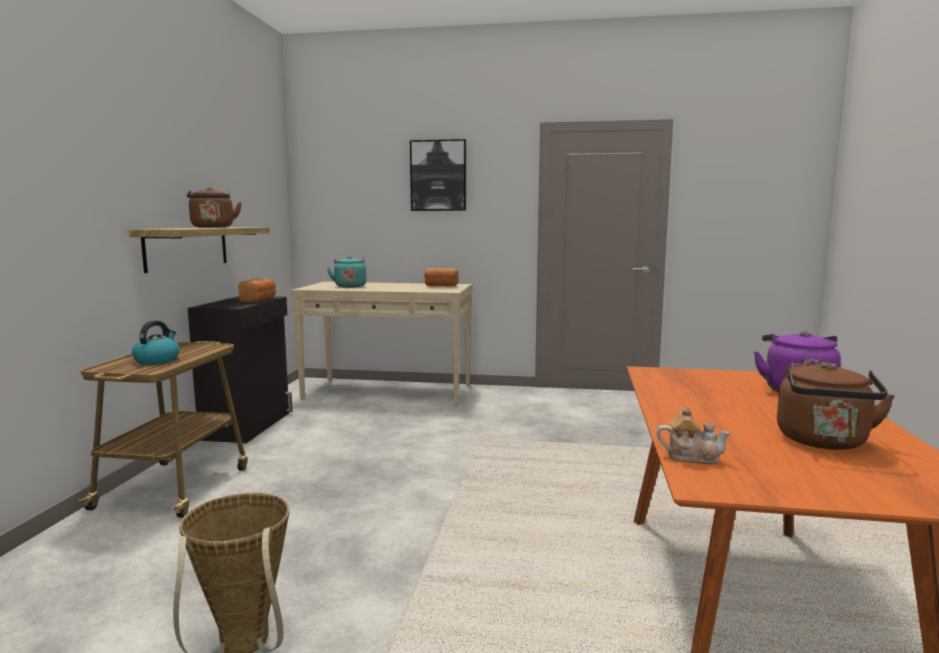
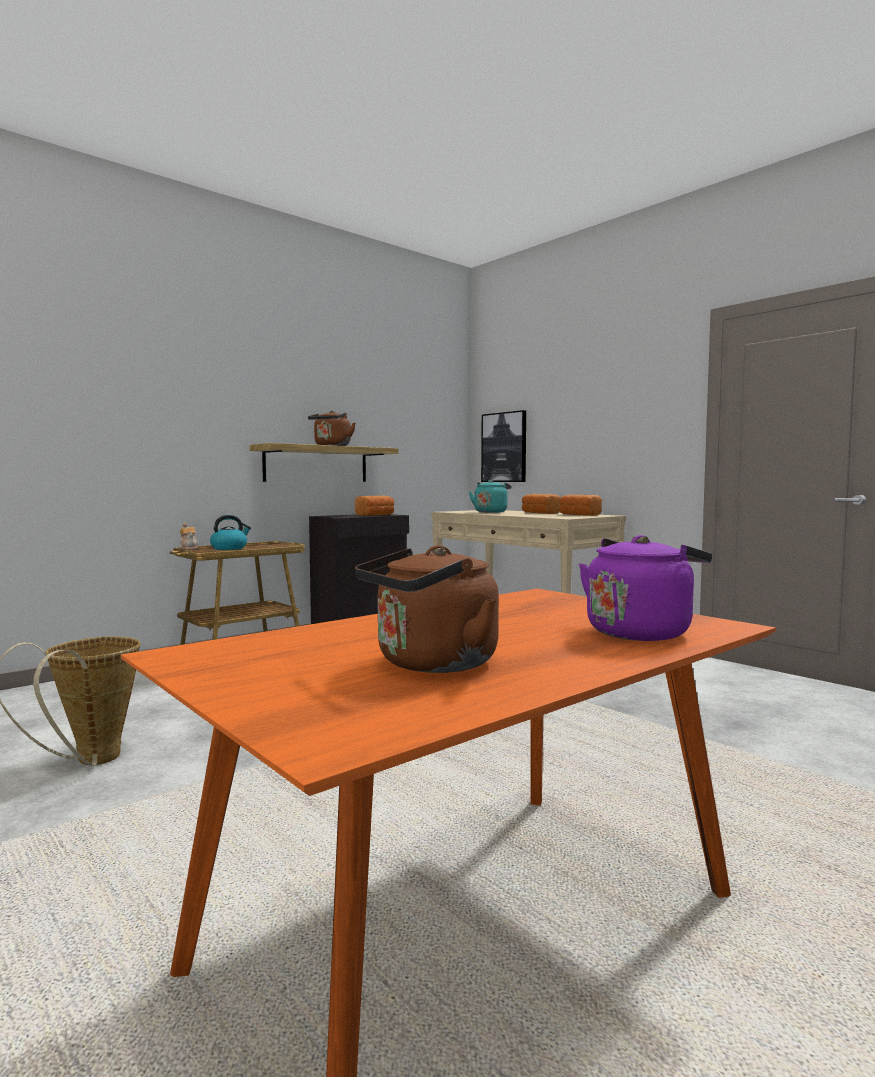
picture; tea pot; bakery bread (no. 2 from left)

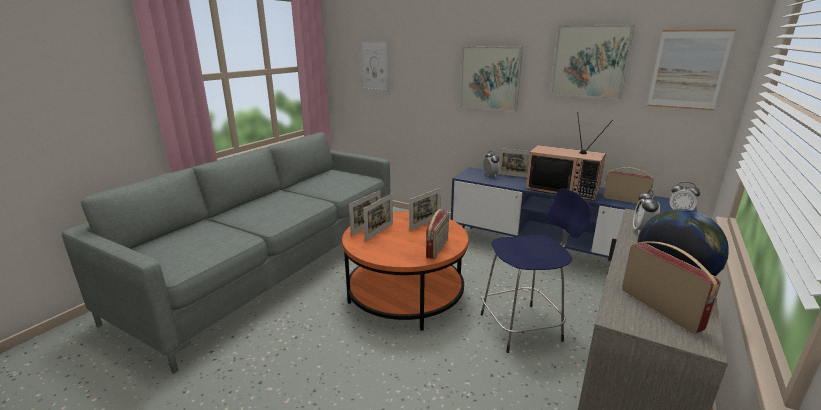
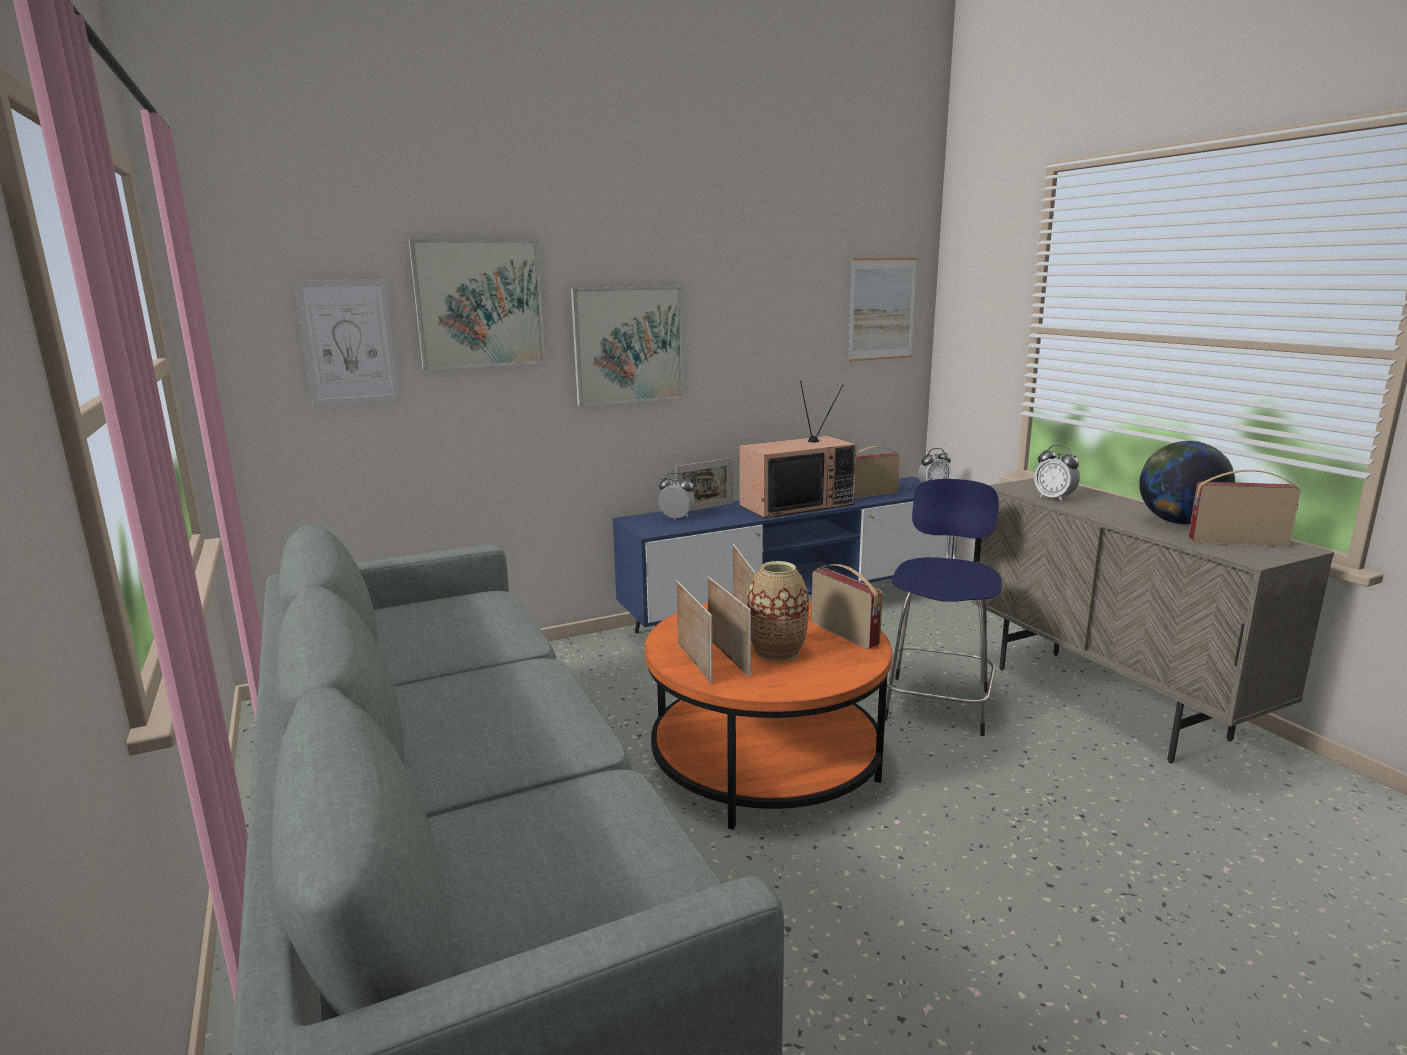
picture (no. 2 from left); decorative vase

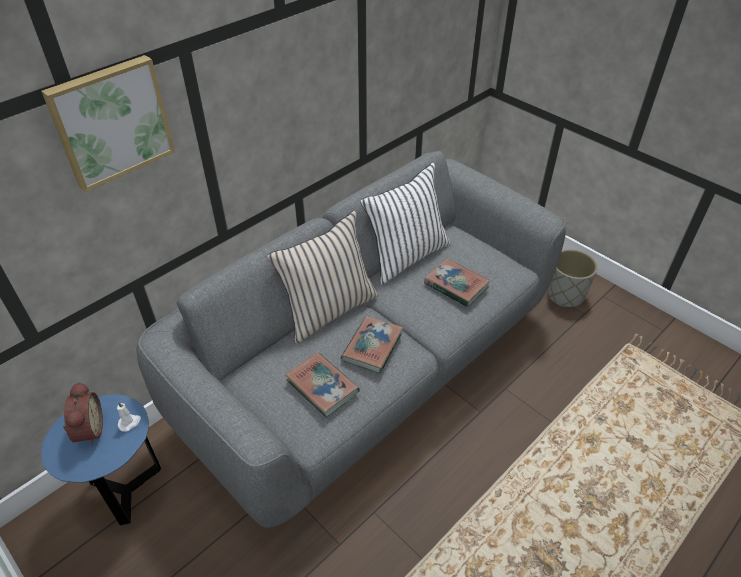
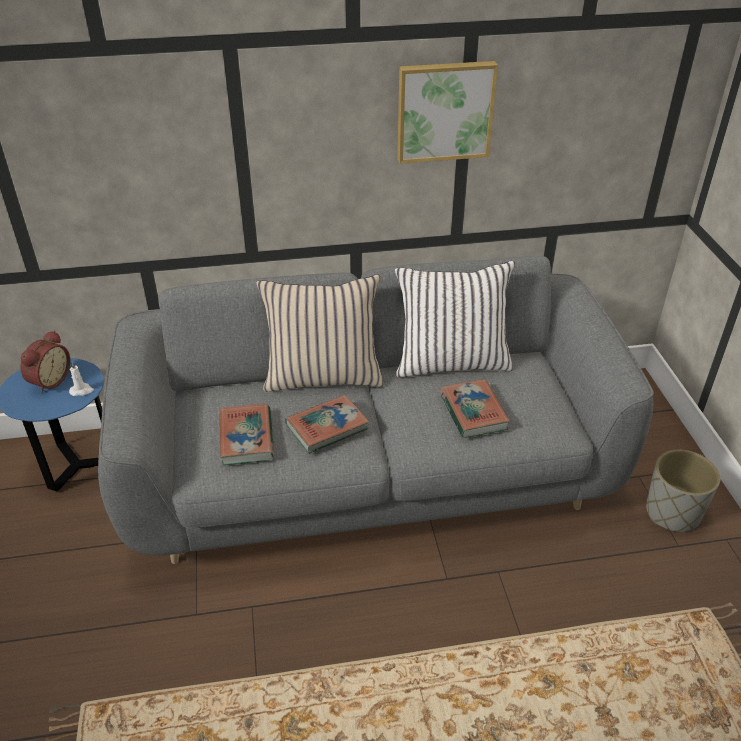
picture

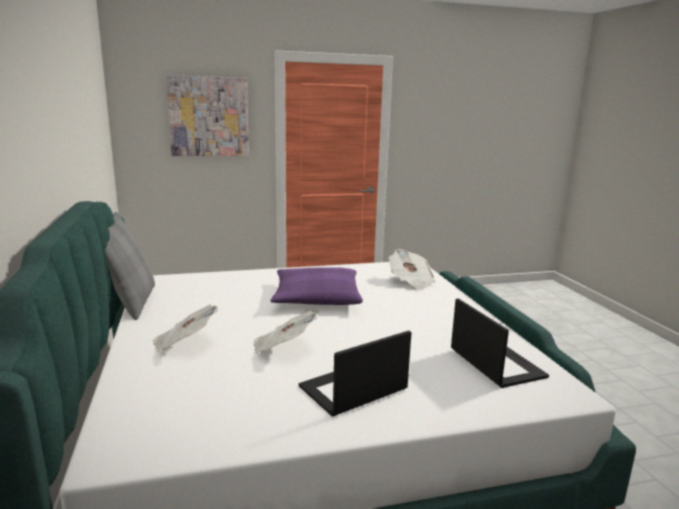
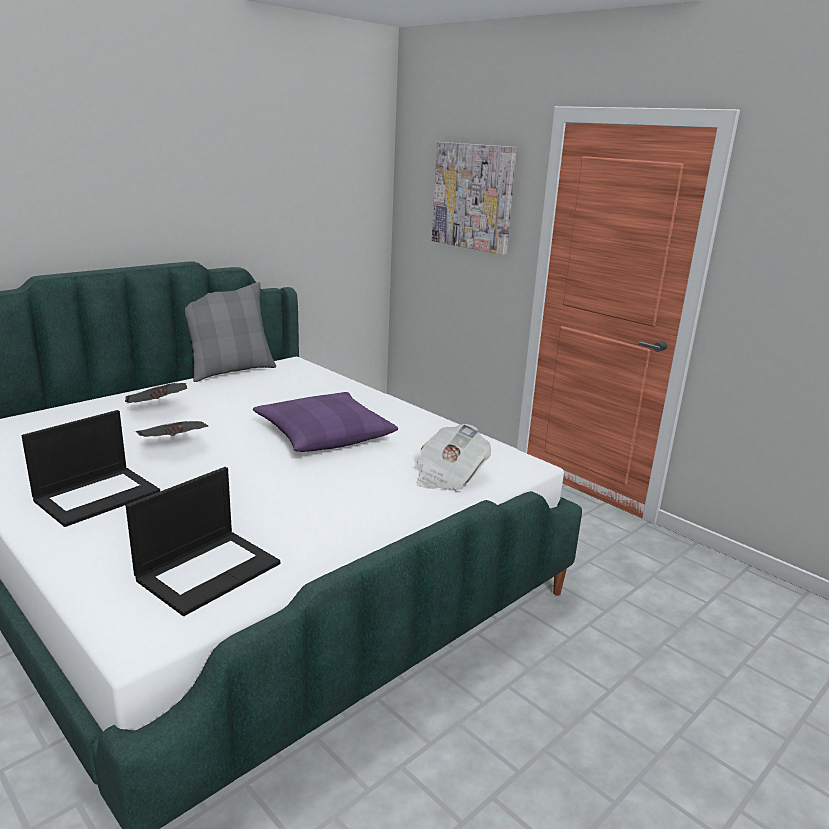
portable computer (no. 1 from left)

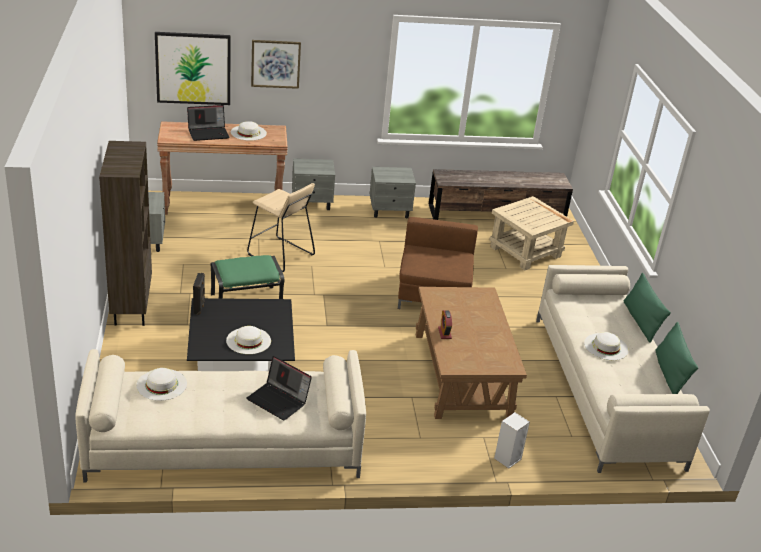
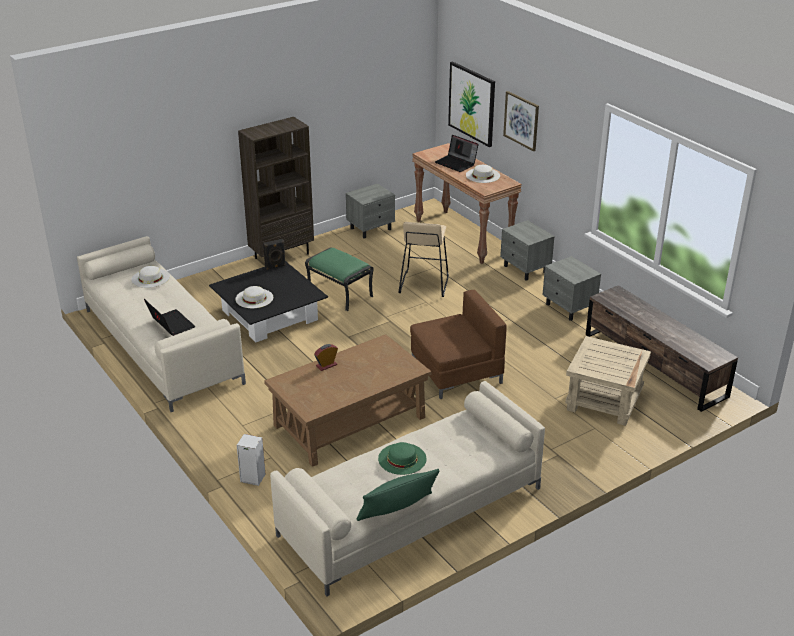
portable computer (no. 1 from left); clothing hat in green-coloured; throw pillow in green-coloured (no. 1 from left in the first image)

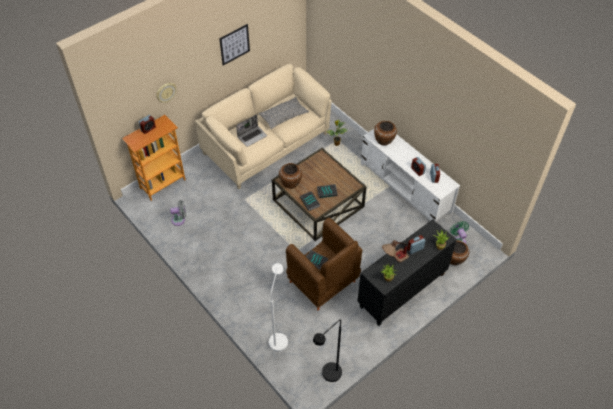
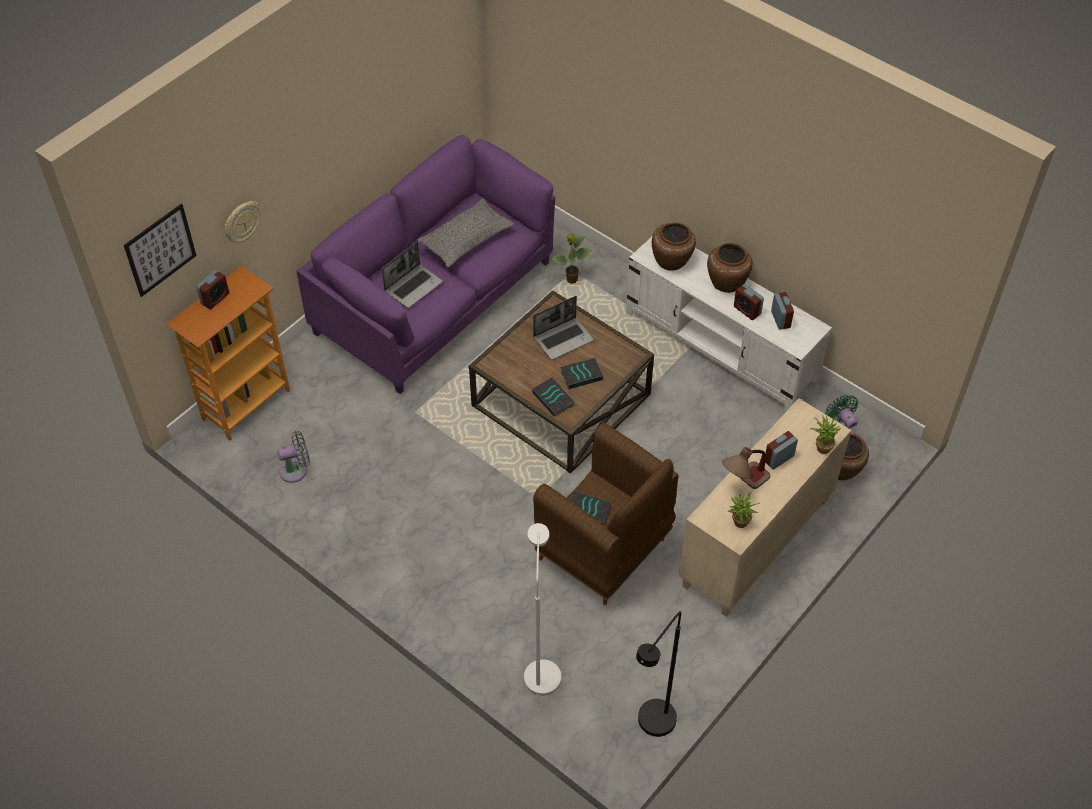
sofa in purple; picture; decorative vase in brown (no. 2 from left); cabinet in beige; portable computer (no. 2 from left)

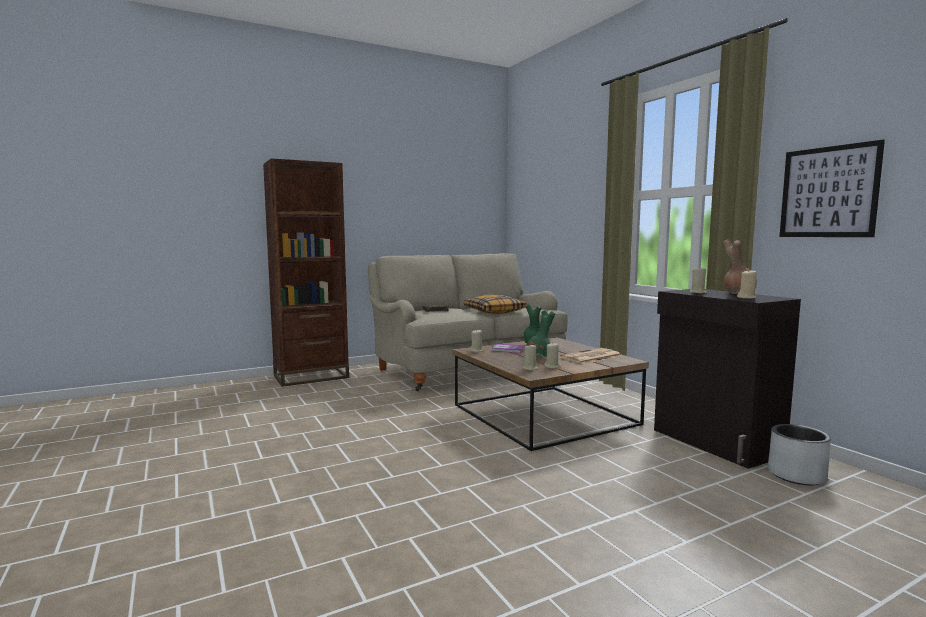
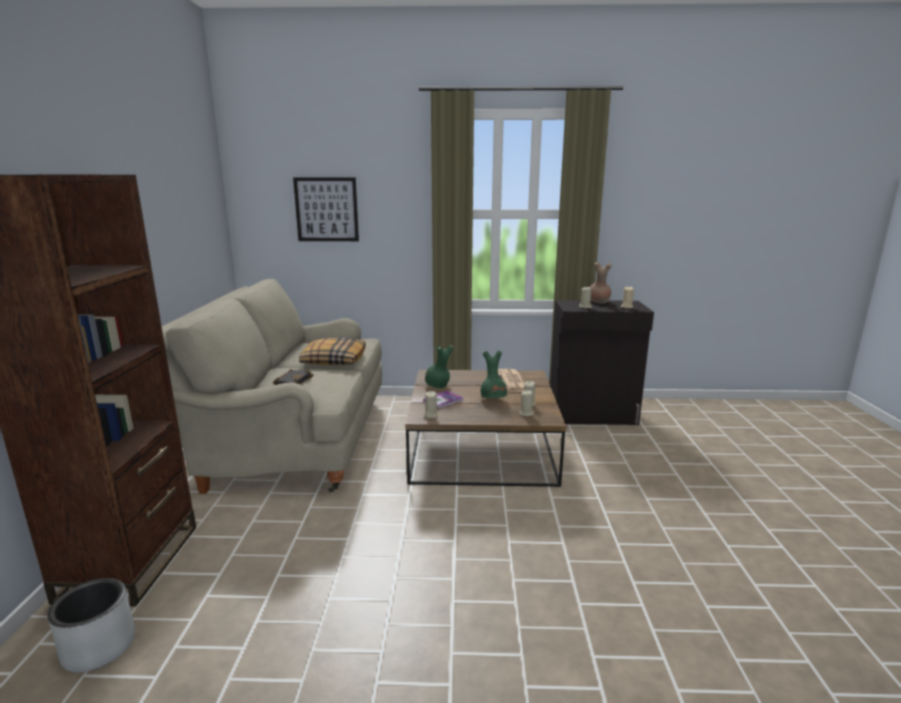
planter in grey; picture

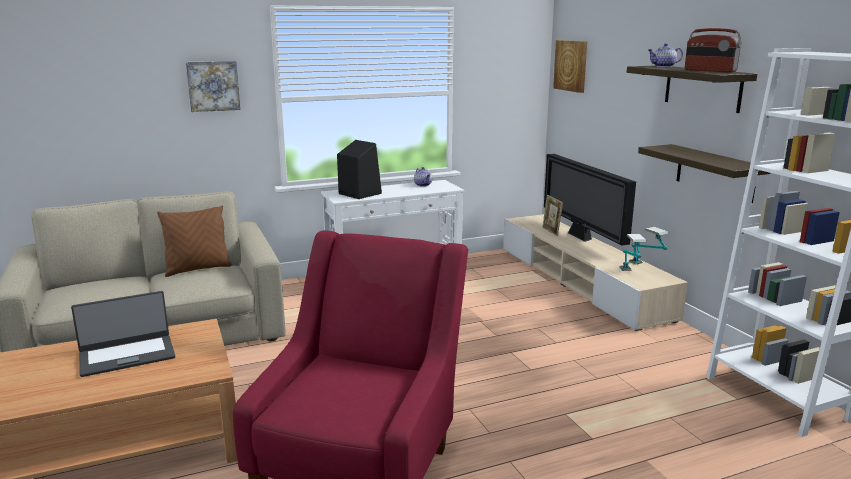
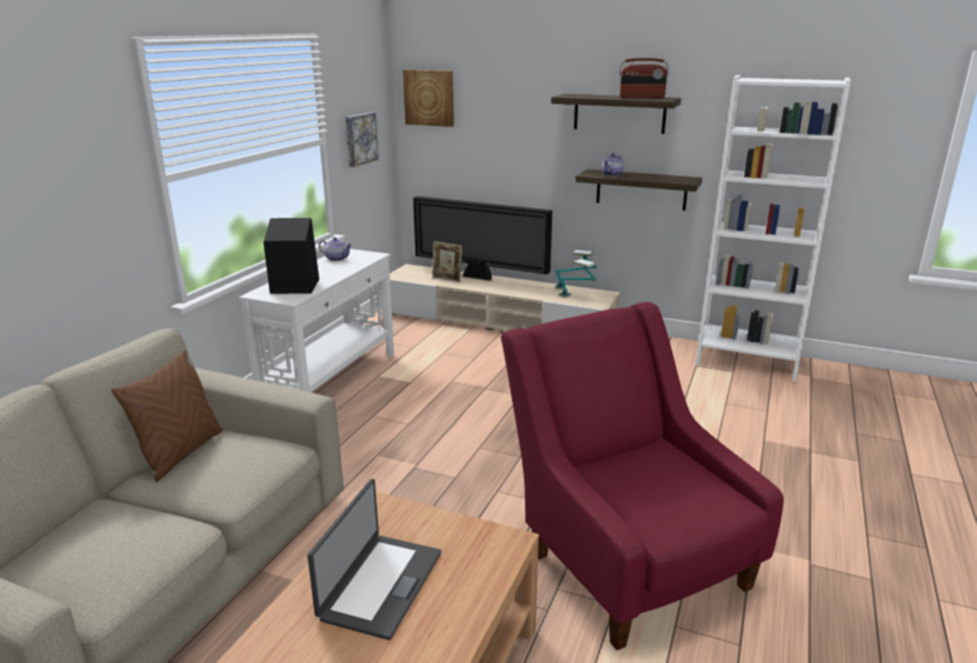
picture (no. 1 from left); tea pot (no. 2 from left)

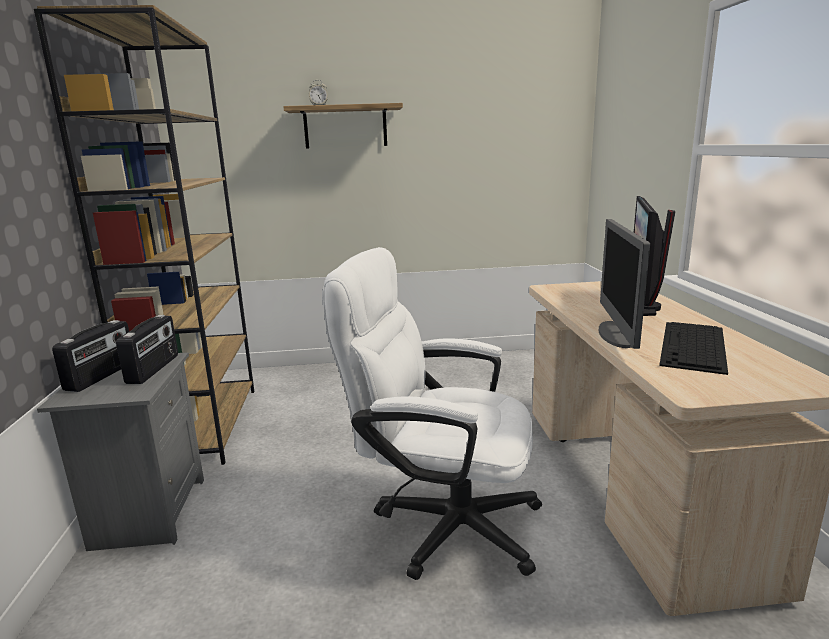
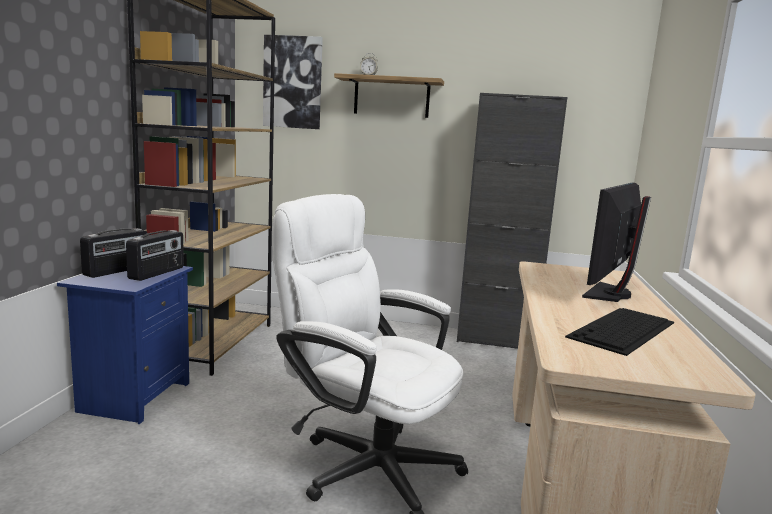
bedside table in bluish; computer display (no. 1 from left in the first image); picture; cabinet in black-coloured

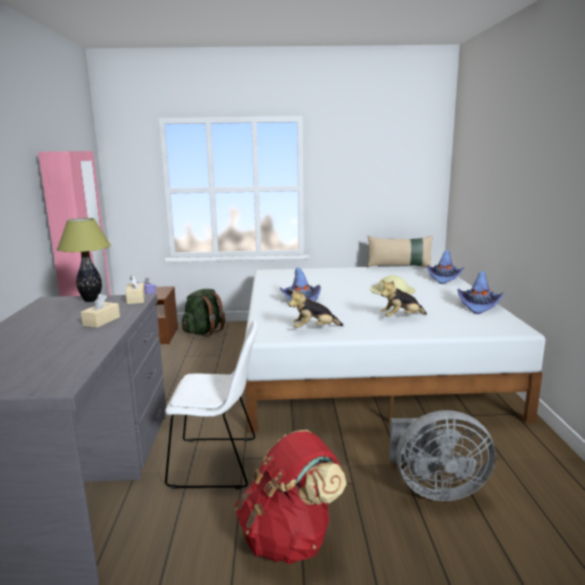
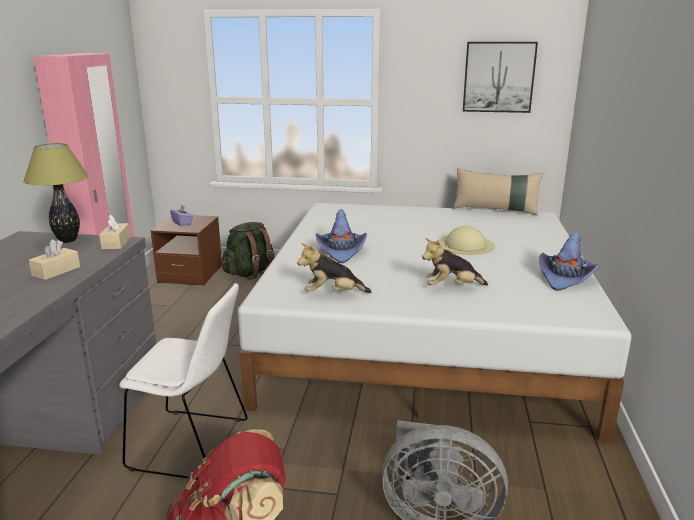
clothing hat in purple (no. 2 from left in the first image); picture

